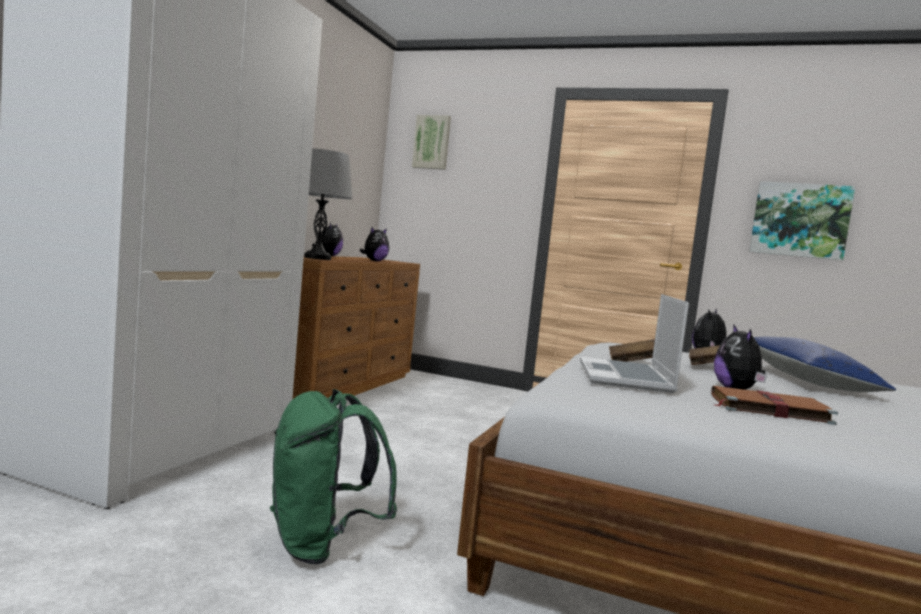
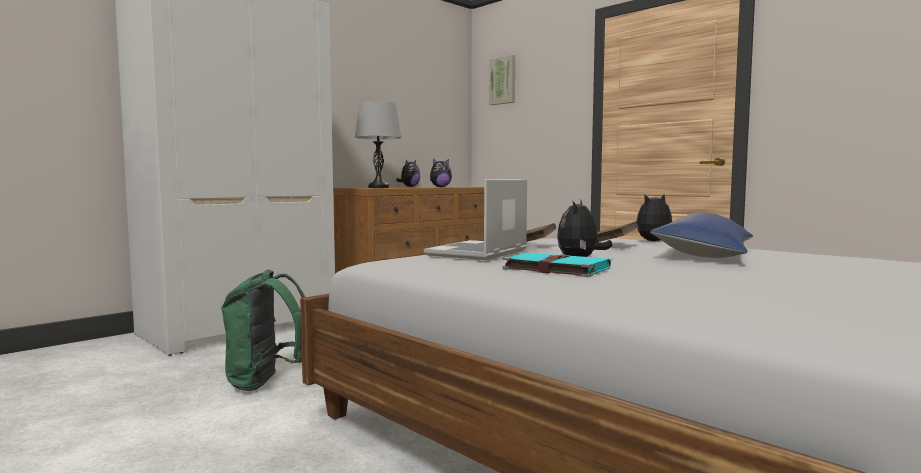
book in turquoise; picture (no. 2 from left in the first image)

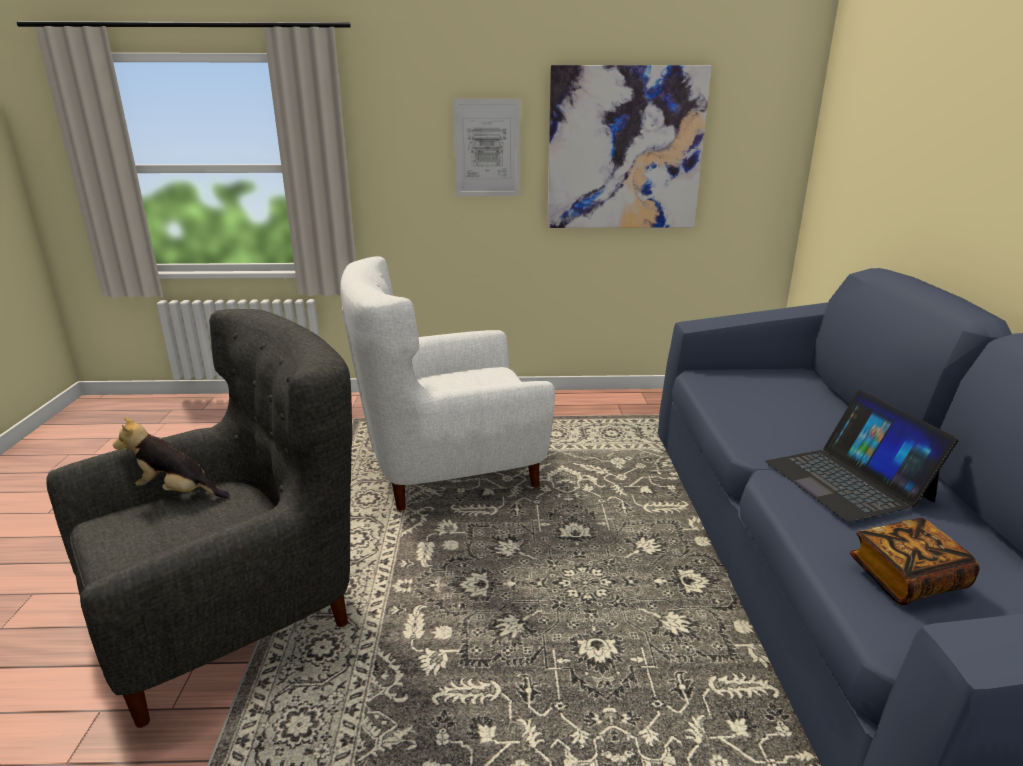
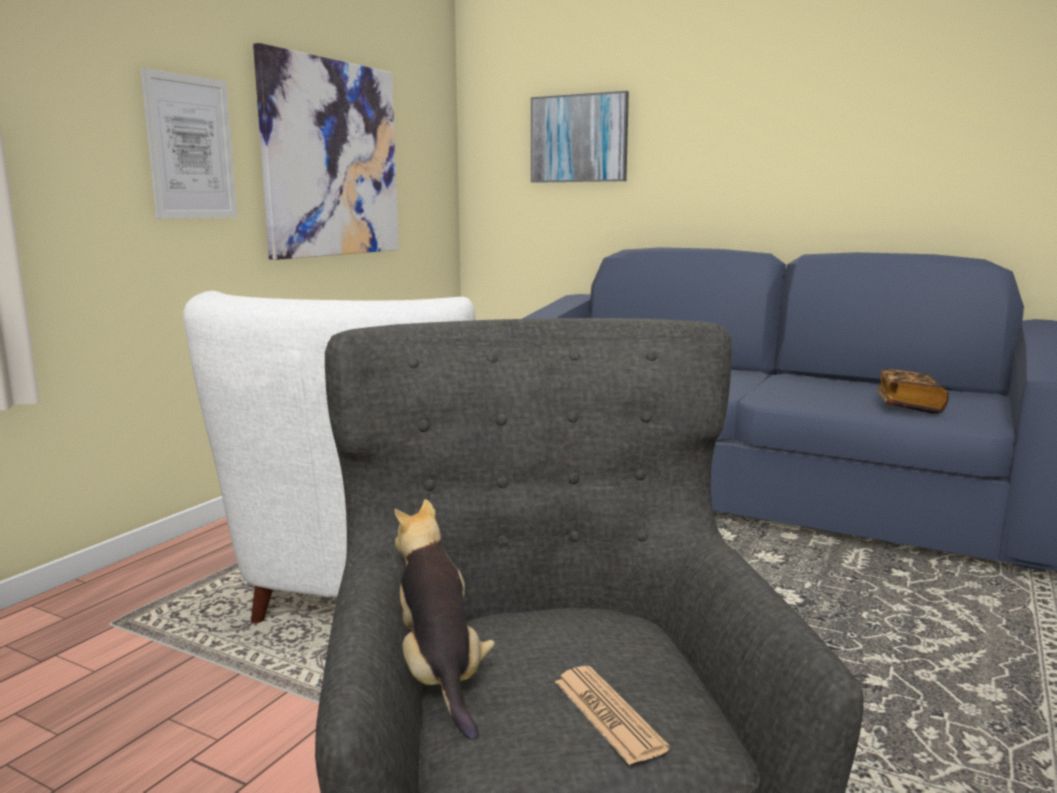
cuddly toy; portable computer; picture (no. 3 from left); daily paper

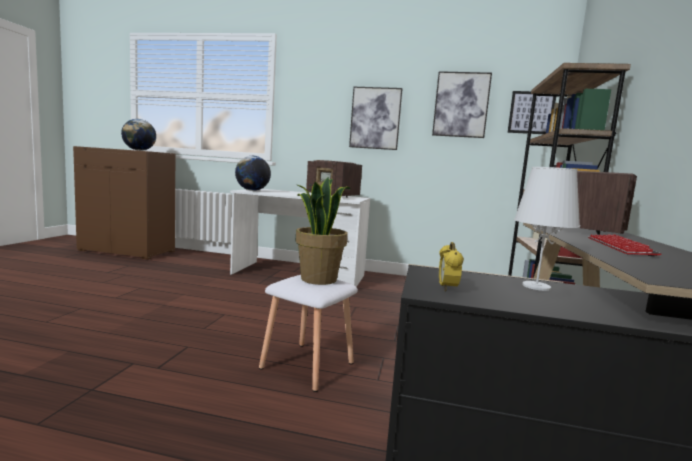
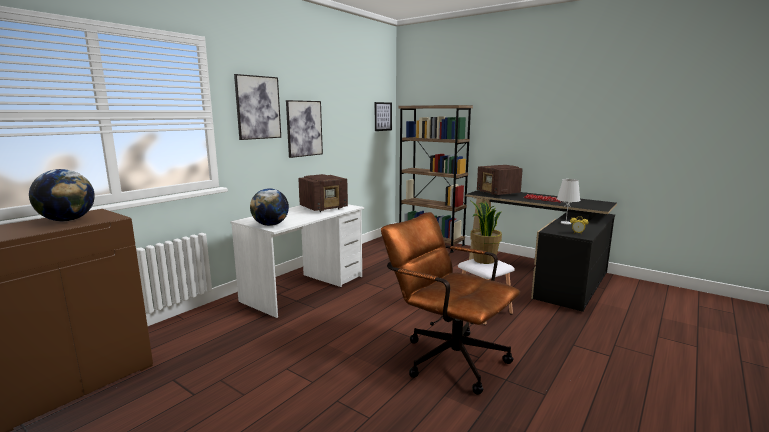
picture (no. 1 from left); computer chair in brown

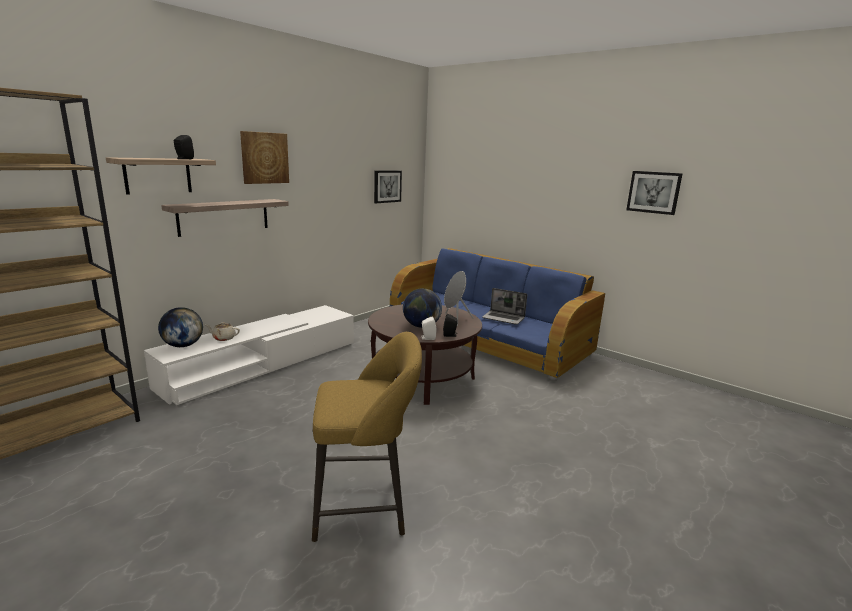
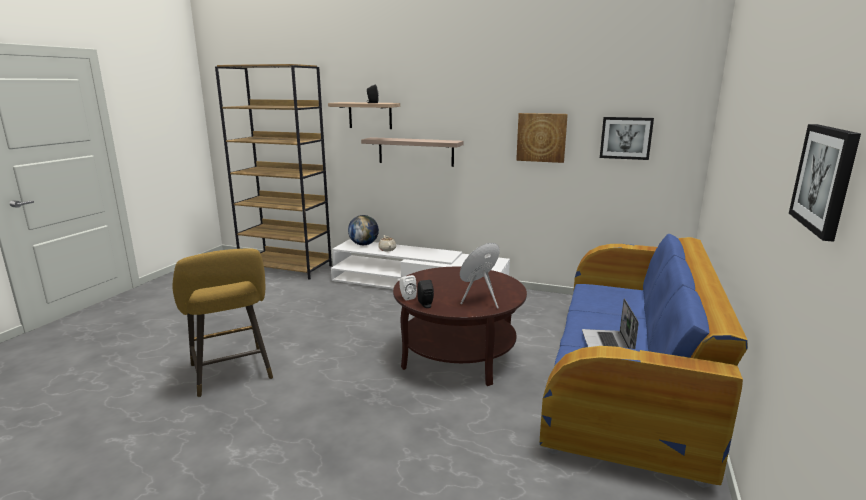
picture (no. 1 from left); globe (no. 2 from left in the first image)

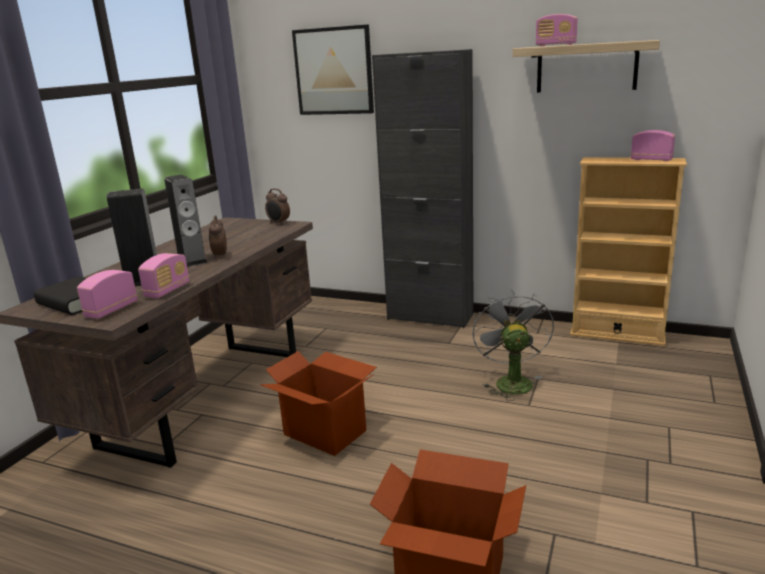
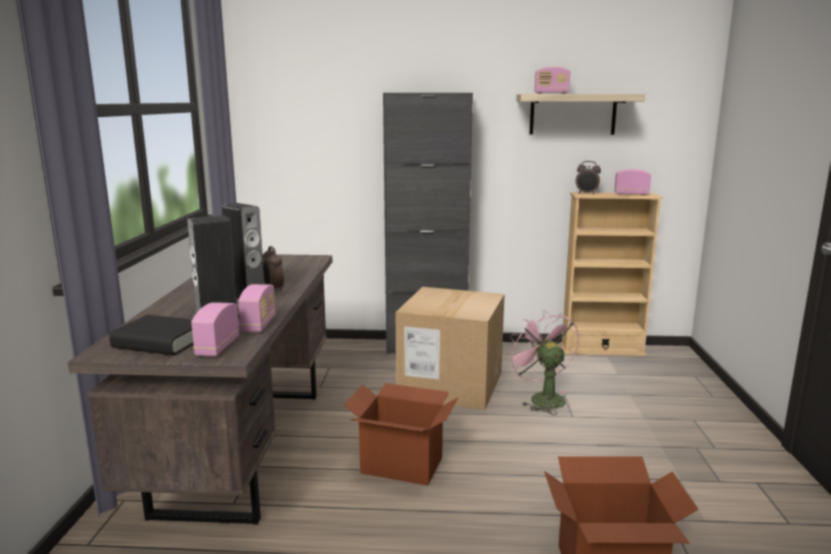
alarm clock (no. 2 from left); picture; fan in pink-coloured; packing box (no. 2 from left)

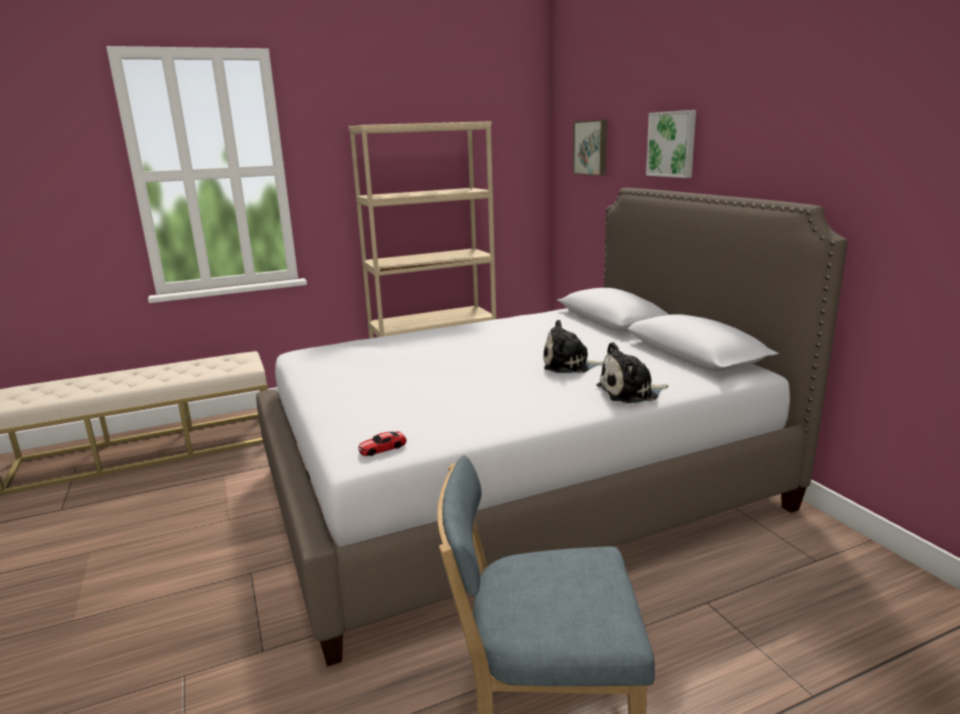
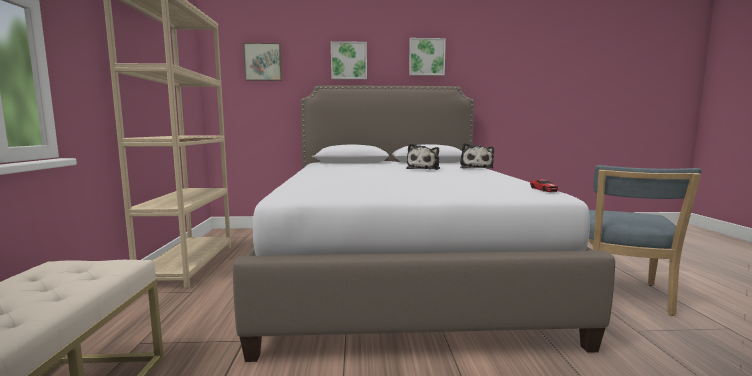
picture (no. 3 from left)

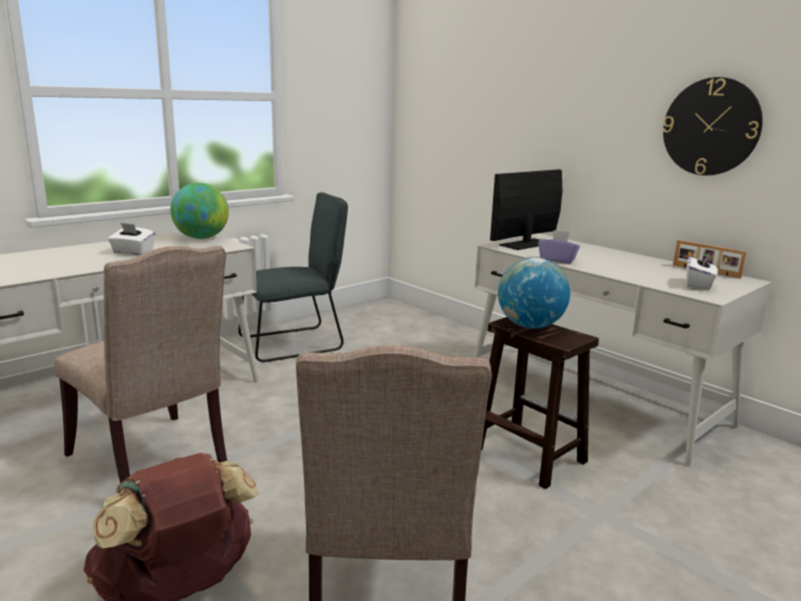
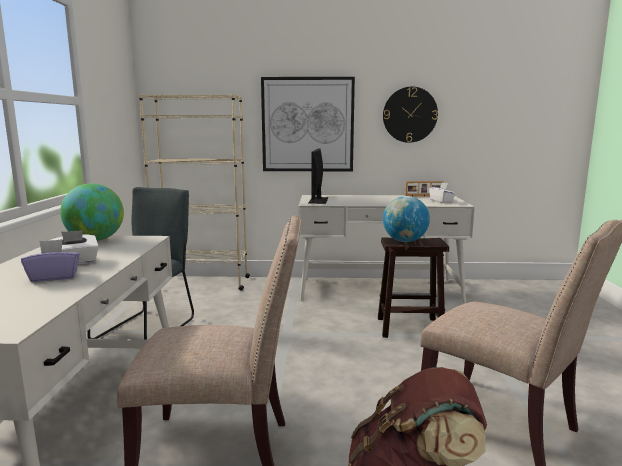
box of tissues in purple; bookshelf in beige; picture

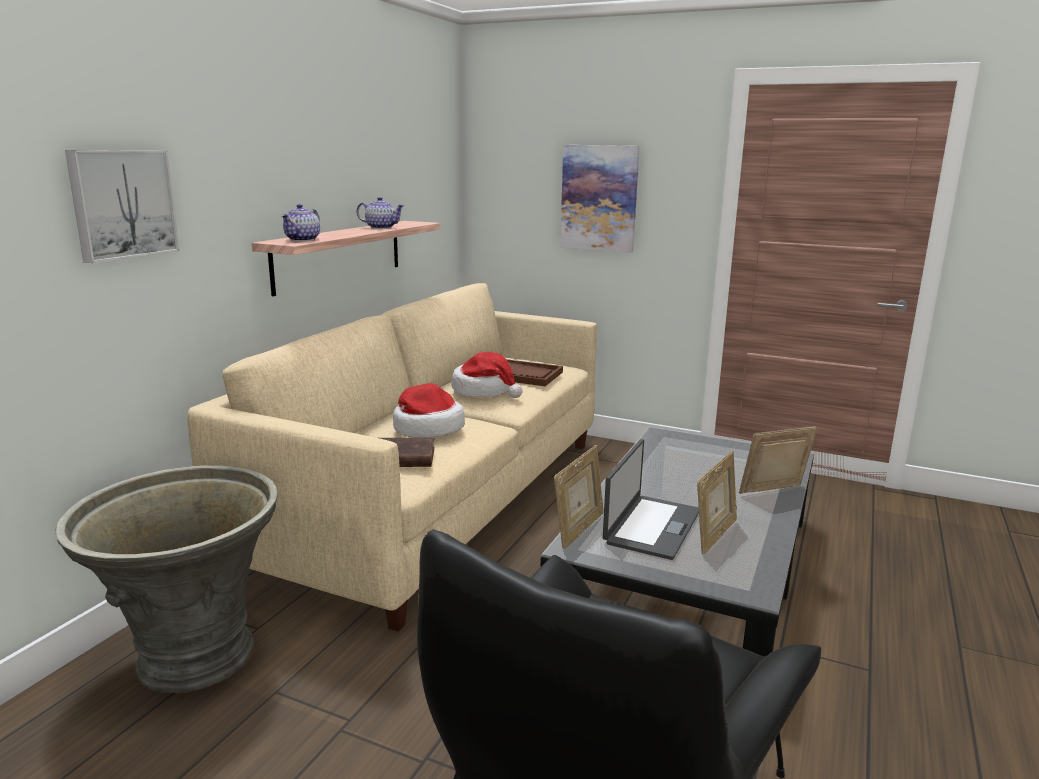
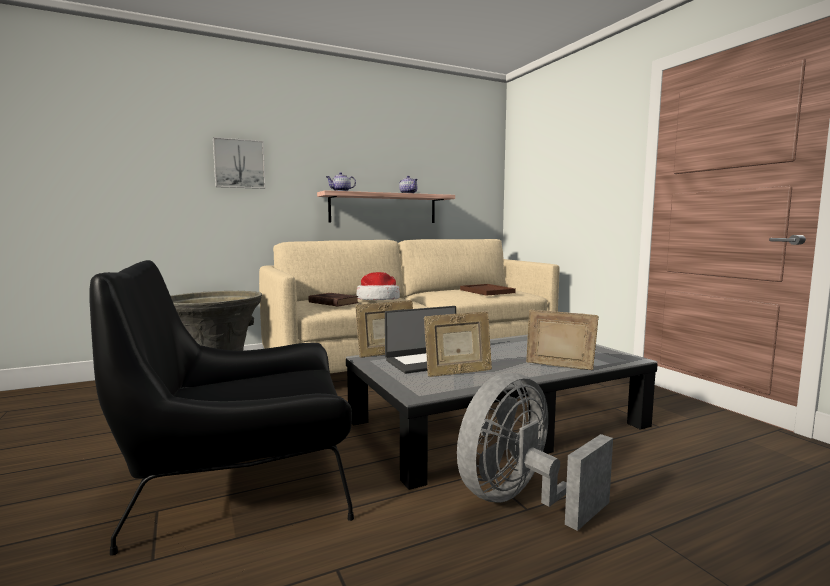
clothing hat (no. 2 from left in the first image); picture (no. 2 from left in the first image); fan in grey

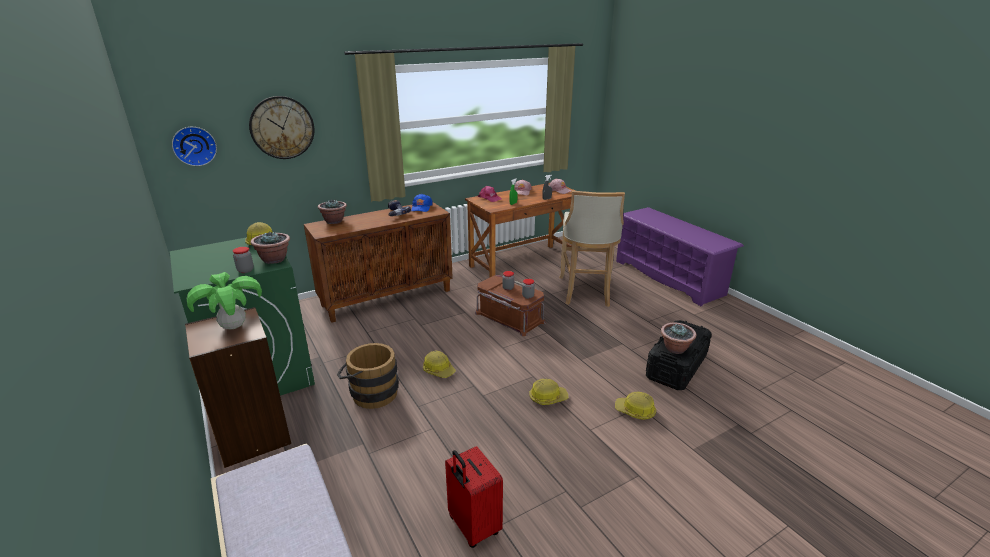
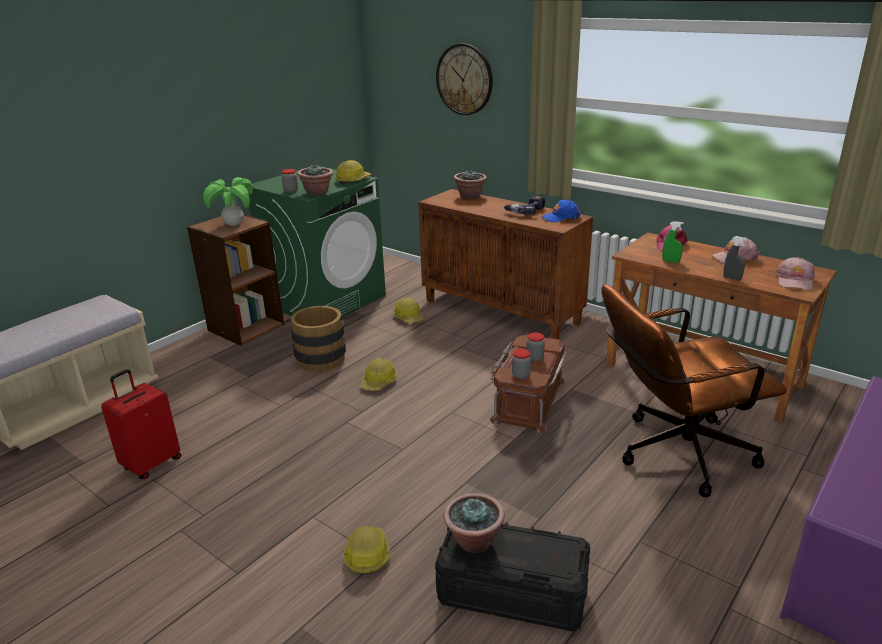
clock on the wall (no. 1 from left in the first image); work helmet (no. 4 from left); computer chair in brown

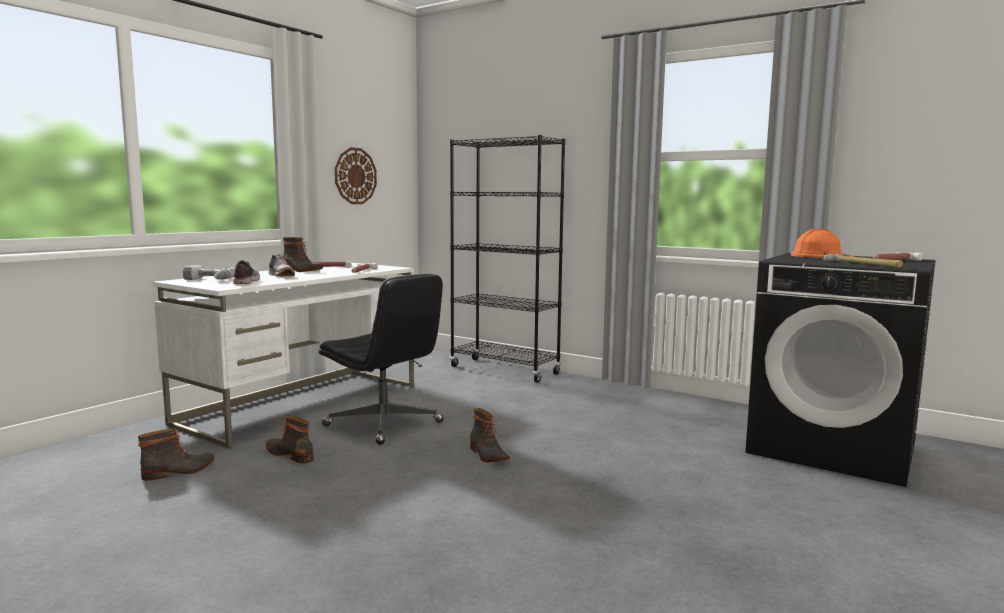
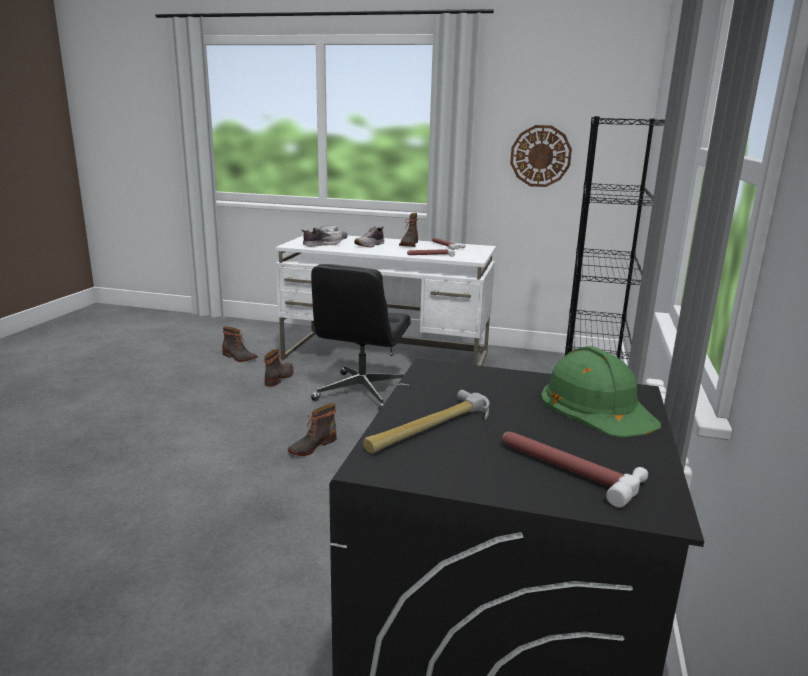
work helmet in green-coloured

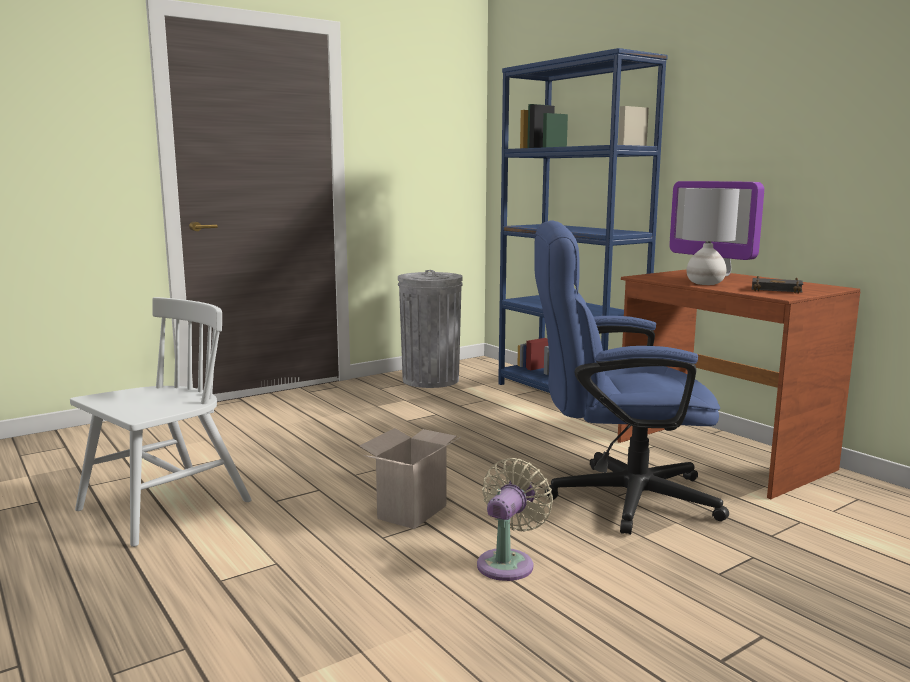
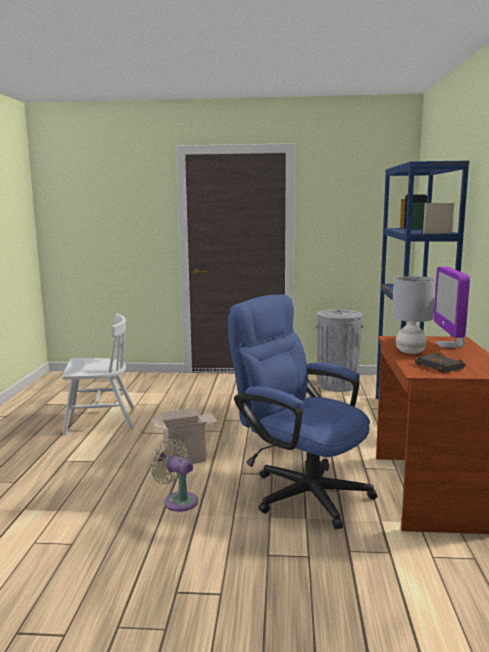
fan in beige

